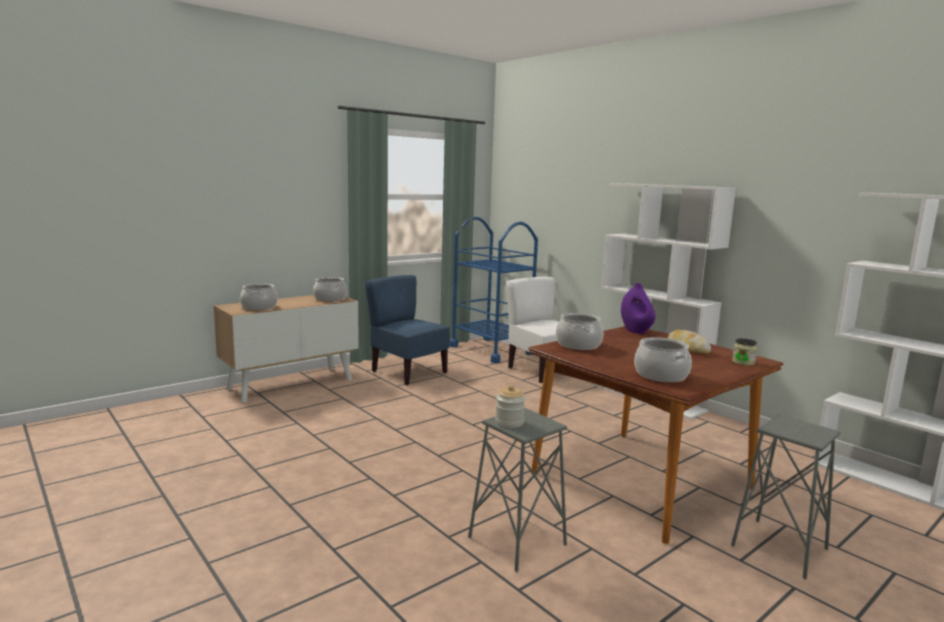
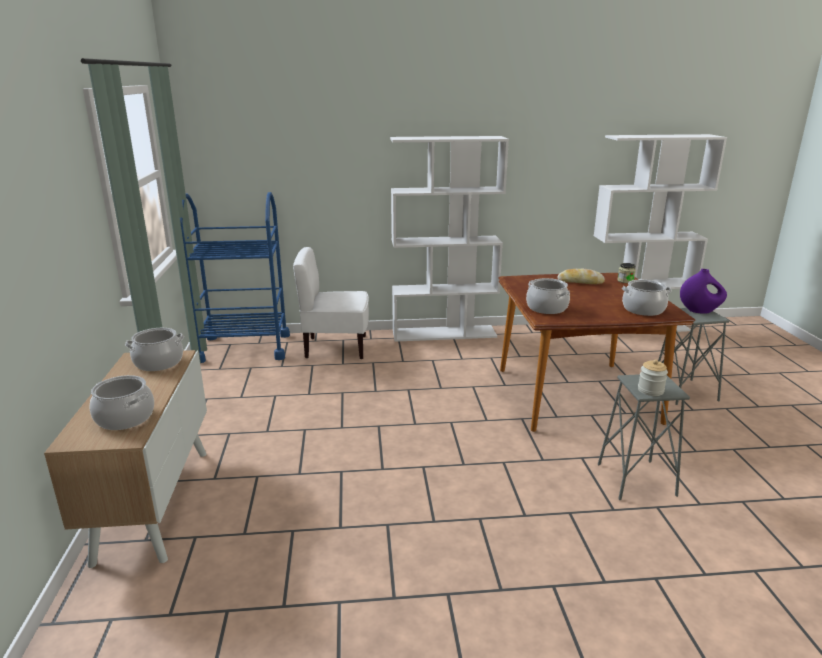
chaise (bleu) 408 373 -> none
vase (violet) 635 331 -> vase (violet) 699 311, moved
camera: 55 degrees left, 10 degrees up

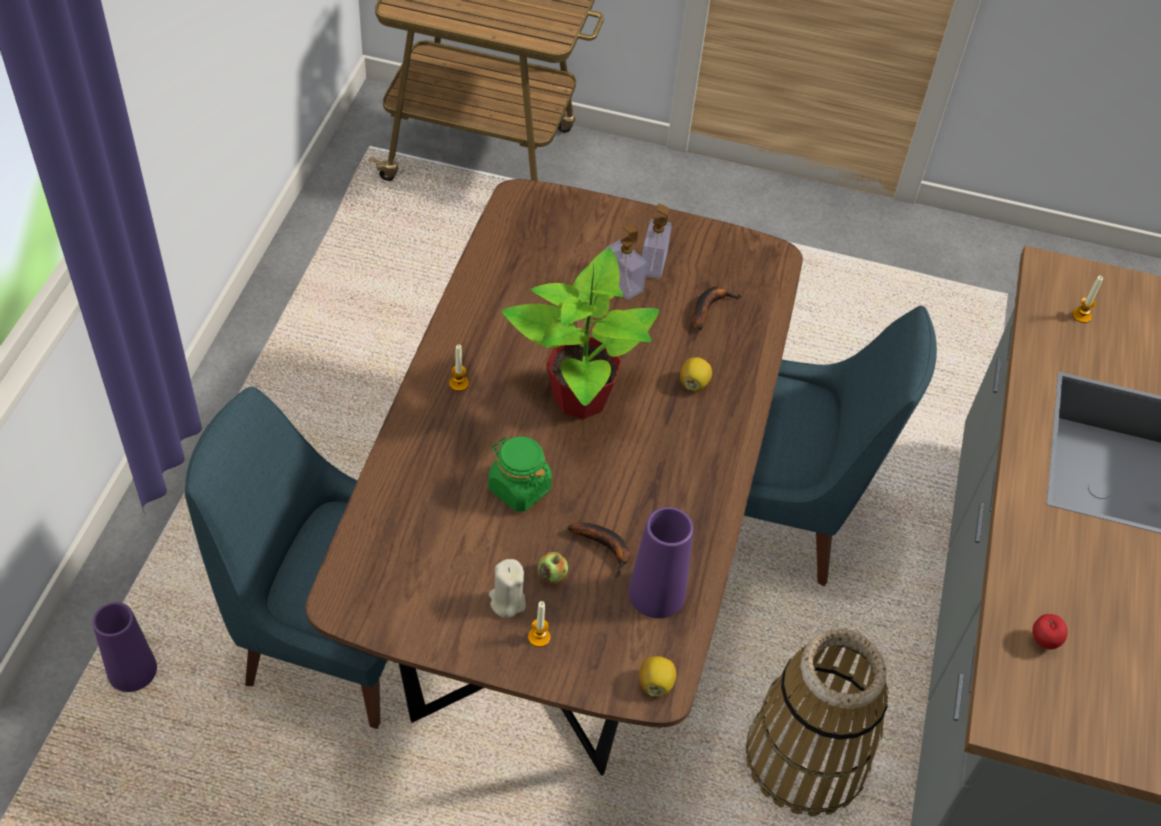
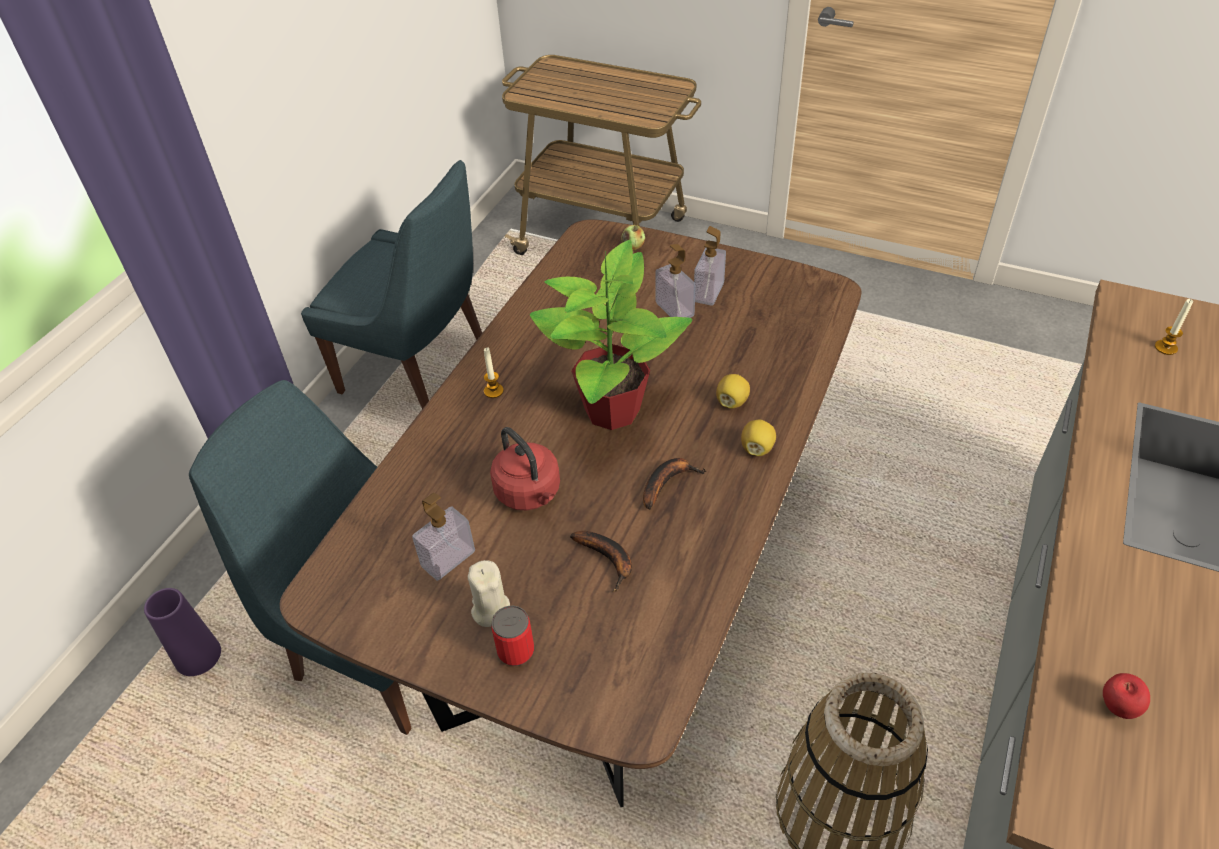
banane 709 307 -> banane 667 482, moved
chaise (bleu) 779 515 -> chaise (bleu) 419 368, moved
bocal (vert) 519 488 -> bouilloire (rouge) 530 493
vase (violet) 656 593 -> none
pomme 552 575 -> pomme 633 246, moved
bougie 539 637 -> boîte métallique 516 651
citron 656 683 -> citron 757 448, moved
none -> distributeur de savon 448 559
camera: 15 degrees right, 5 degrees down

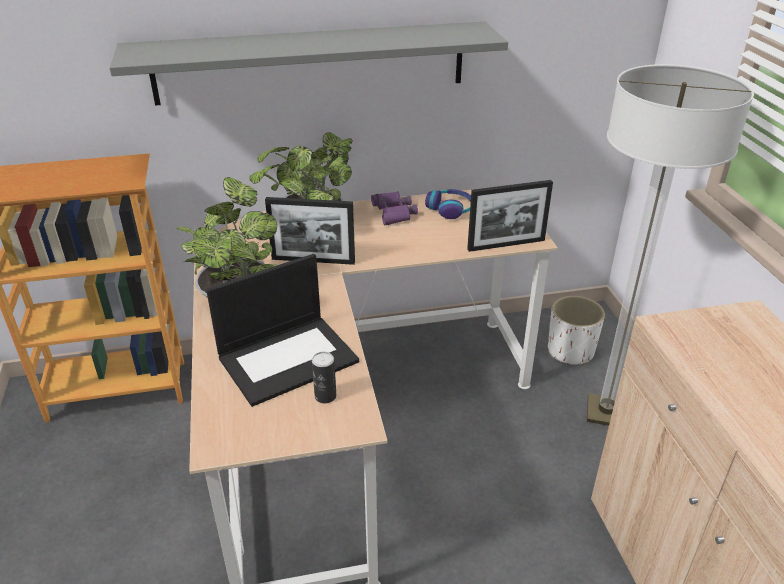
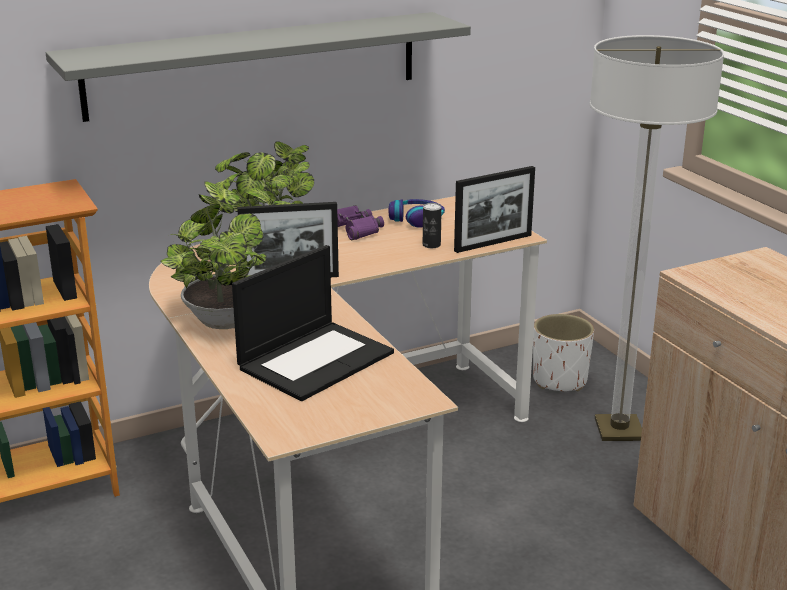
boîte métallique 325 396 -> boîte métallique 431 245, moved
camera: 15 degrees left, 10 degrees down

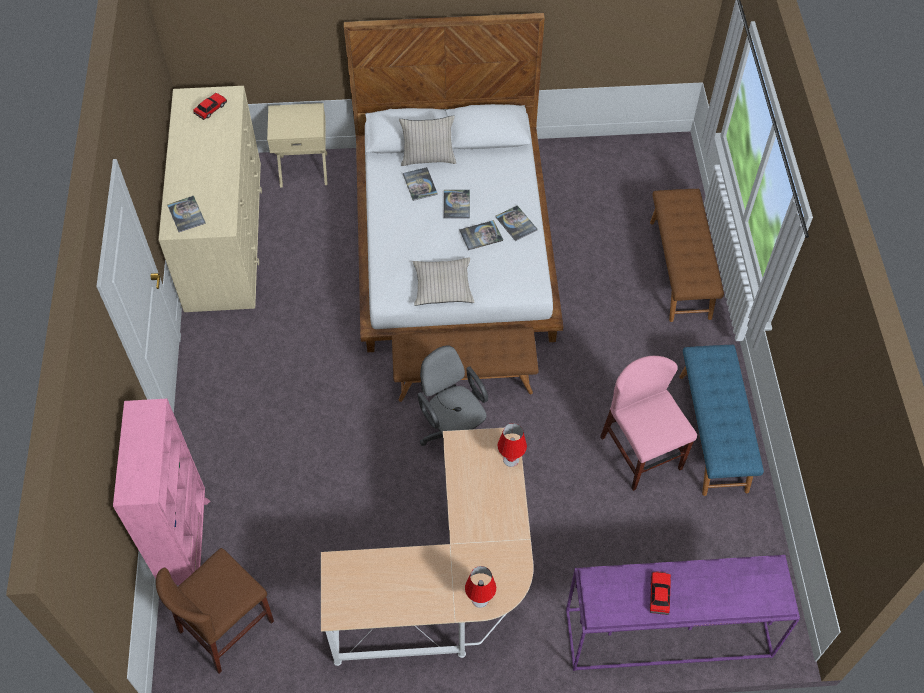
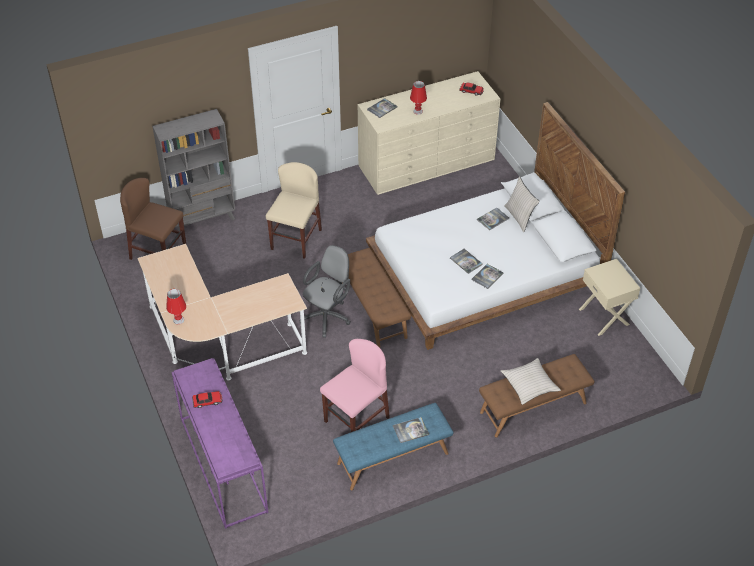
table de chevet (beige) 303 168 -> table de chevet (beige) 604 316, moved
livre 456 204 -> livre 410 430, moved
coussin (beige) 443 286 -> coussin (beige) 529 384, moved
bibliothèque (rose) 187 543 -> bibliothèque (gris) 203 220
lampe de table (rouge) 510 459 -> lampe de table (rouge) 418 111, moved
none -> chaise (beige) 296 239
camera: 70 degrees right, 10 degrees down

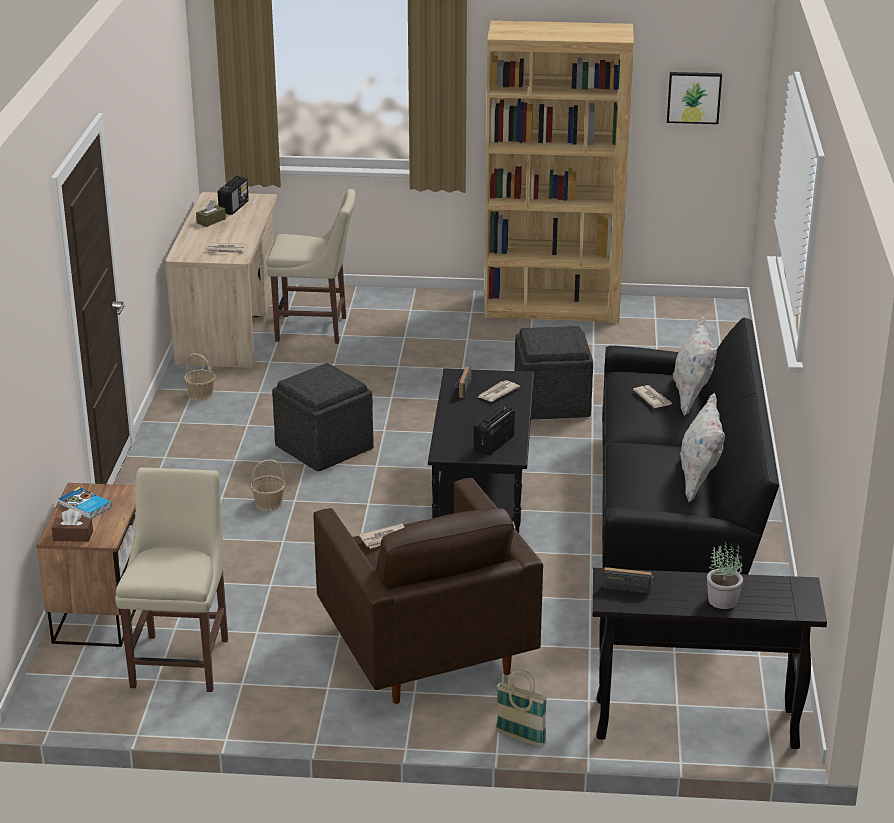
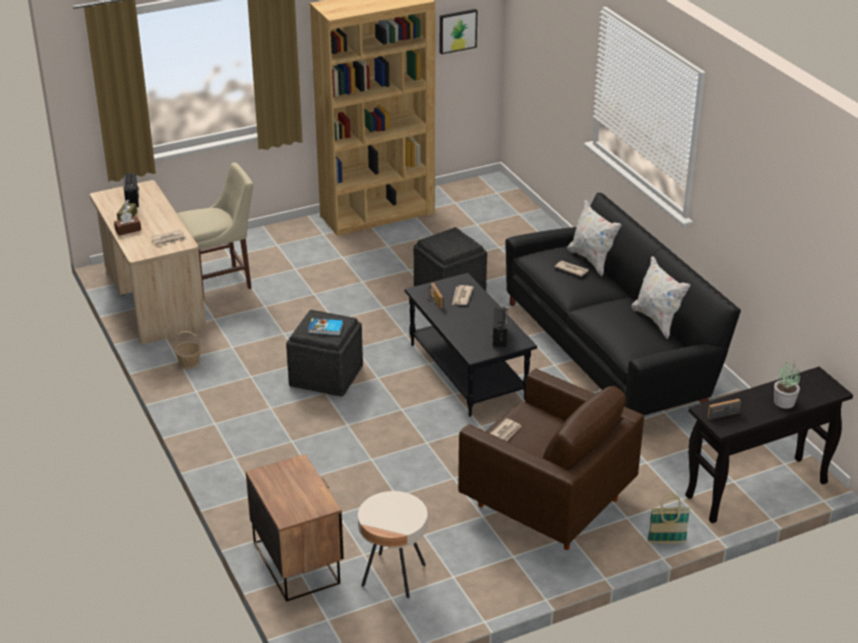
panier 268 503 -> none
chaise (beige) 182 659 -> table d'appoint (beige) 393 575
livre 84 506 -> livre 326 329, moved
boîte à mouchoirs (marron) 73 536 -> boîte à mouchoirs (marron) 128 230, moved
camera: 30 degrees left, 5 degrees up

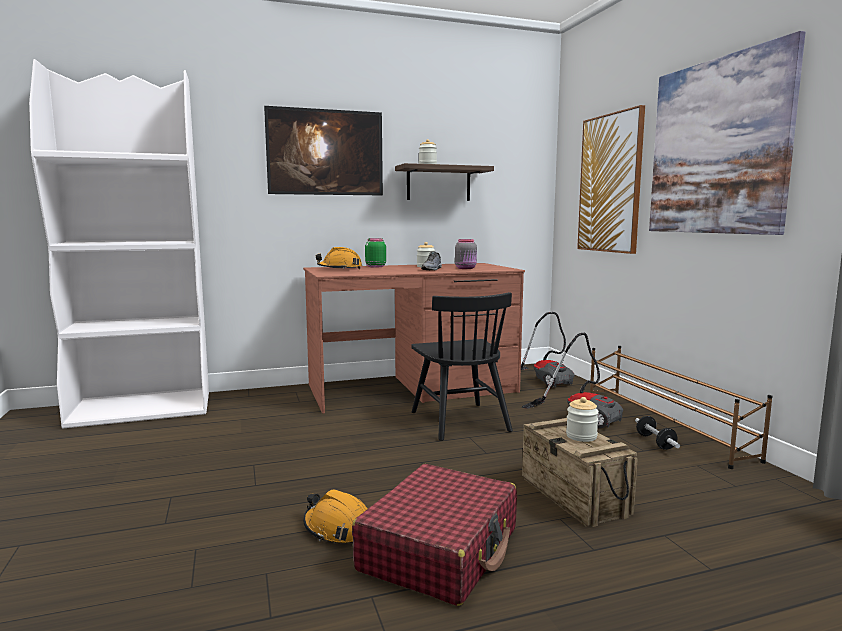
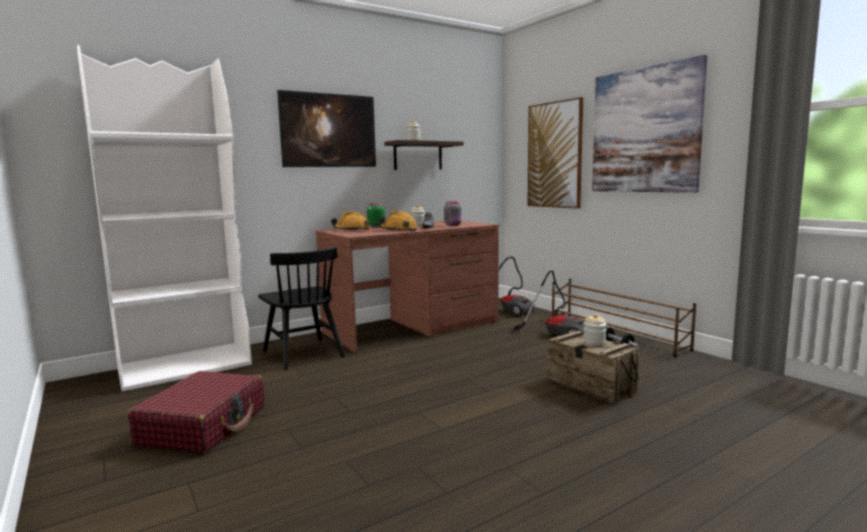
chaise (noir) 459 421 -> chaise (noir) 303 353, moved
valise (rouge) 440 549 -> valise (rouge) 204 425, moved
casque de chantier (orange) 338 529 -> casque de chantier (orange) 398 230, moved
camera: 15 degrees left, 0 degrees up

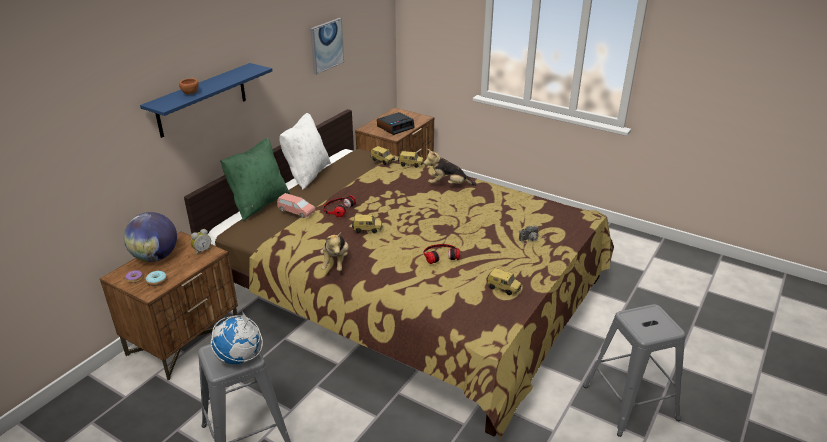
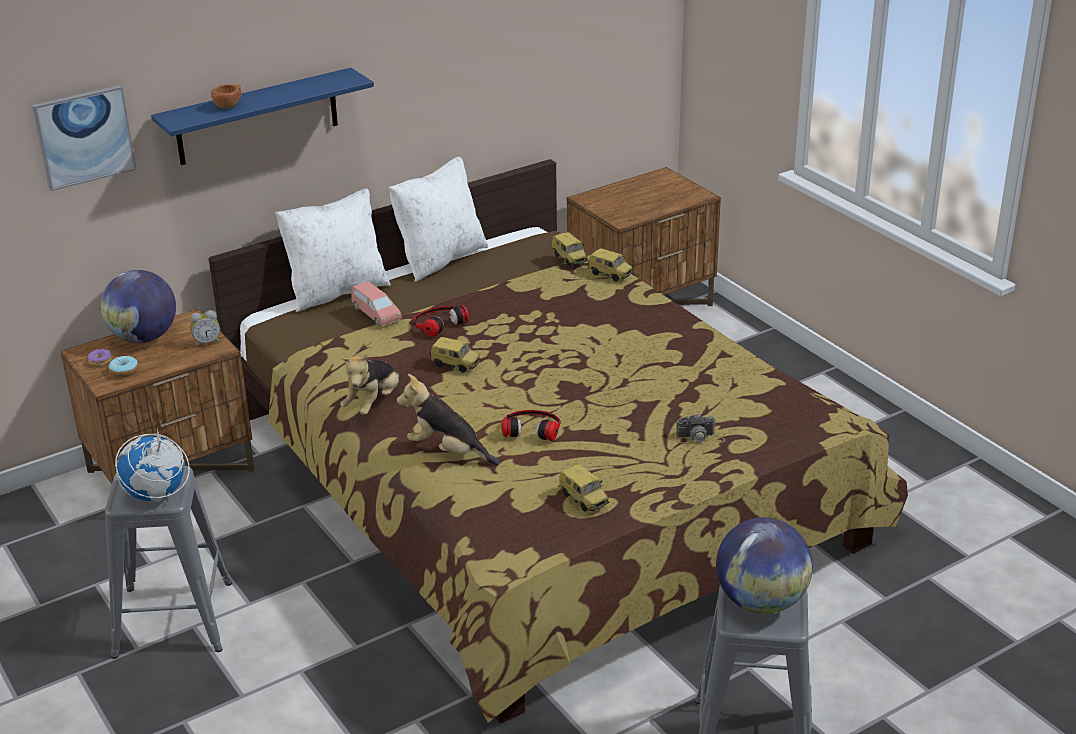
tableau 326 45 -> tableau 84 137, moved
réveil 395 127 -> none
coussin (vert) 259 204 -> coussin (blanc) 336 291
peluche 448 185 -> peluche 448 451, moved
none -> globe 761 602
camera: 25 degrees right, 0 degrees up

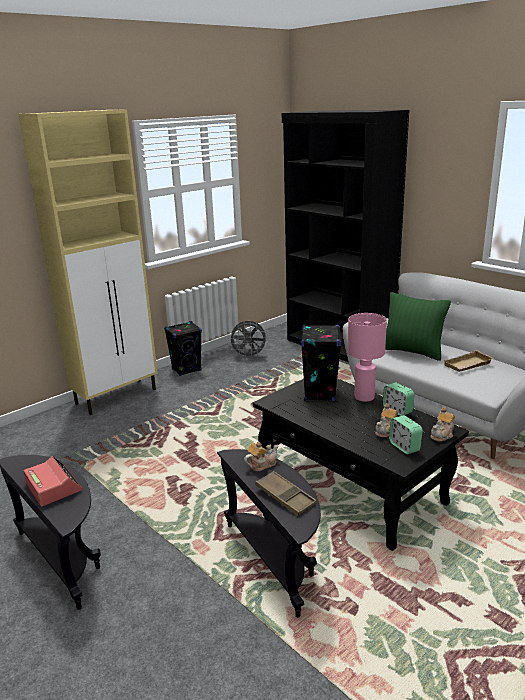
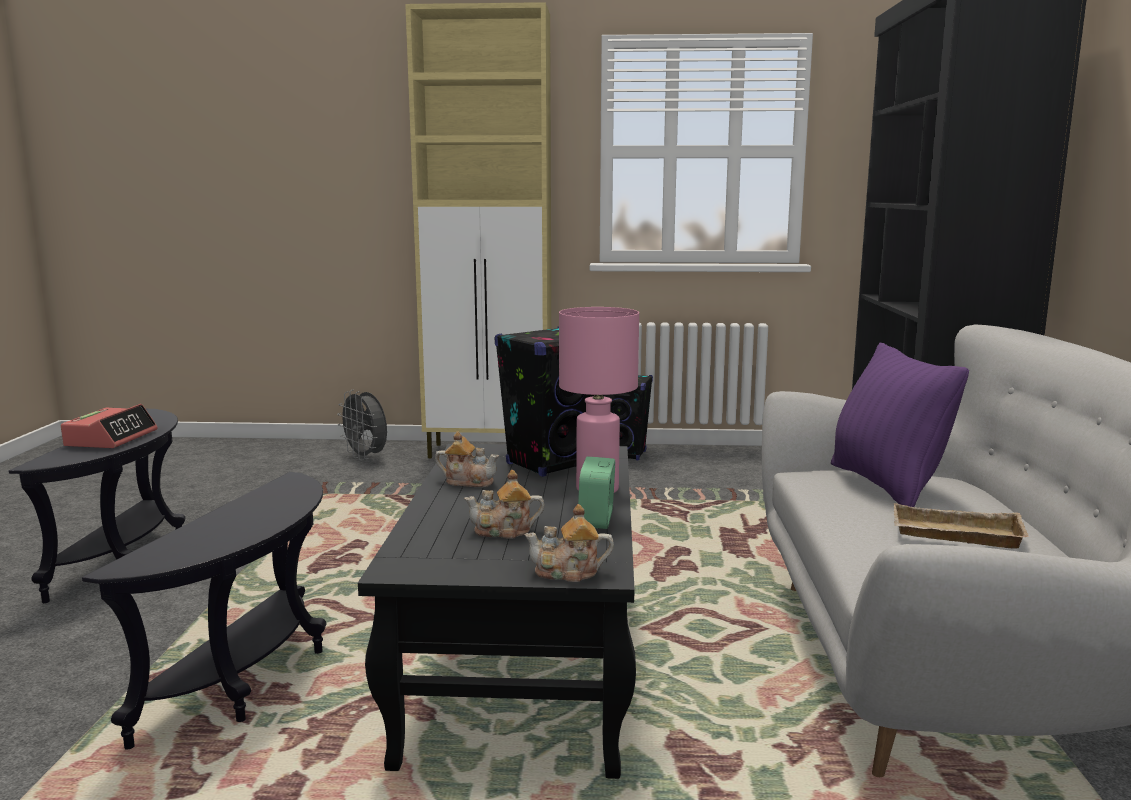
coussin (vert) 412 352 -> coussin (violet) 886 485
ventilateur (gris) 249 356 -> ventilateur (gris) 366 457, moved
réveil 404 447 -> none
théière 261 464 -> théière 468 481, moved
plateau (marron) 285 497 -> none
camera: 45 degrees right, 10 degrees down

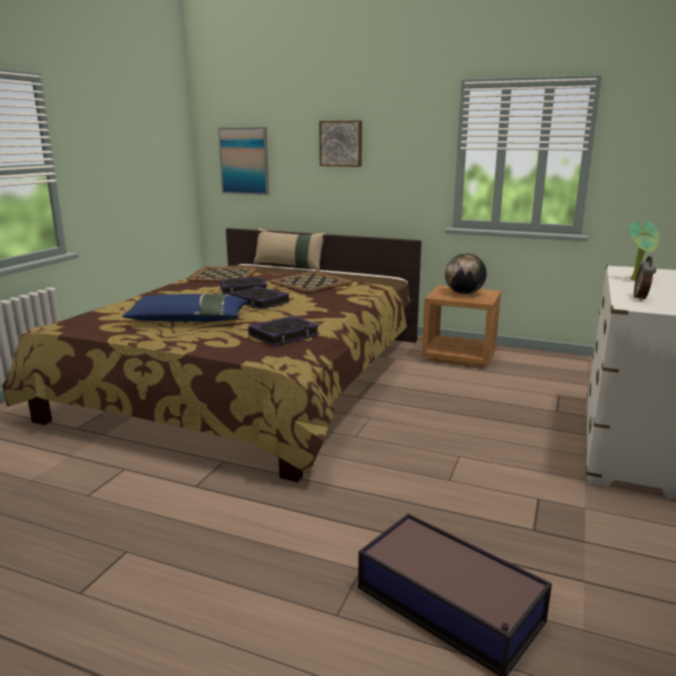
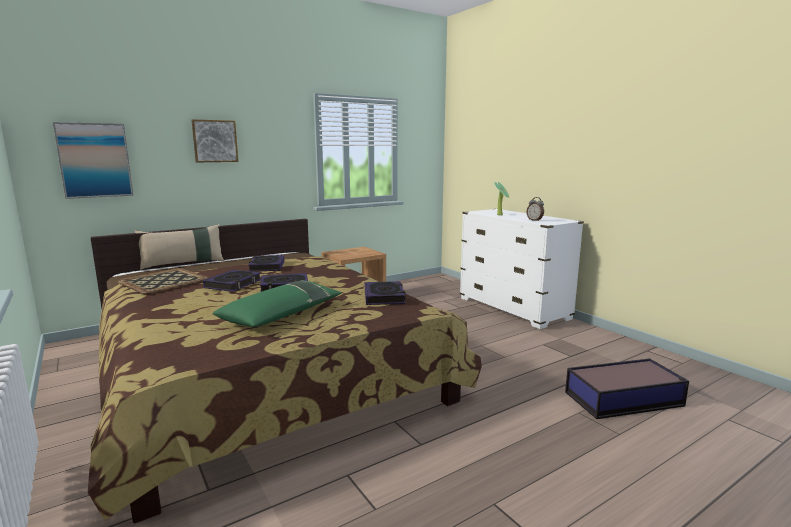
globe 464 293 -> none
plateau 310 283 -> livre 267 266
coussin (bleu) 188 320 -> coussin (vert) 282 314
camera: 55 degrees left, 5 degrees down

